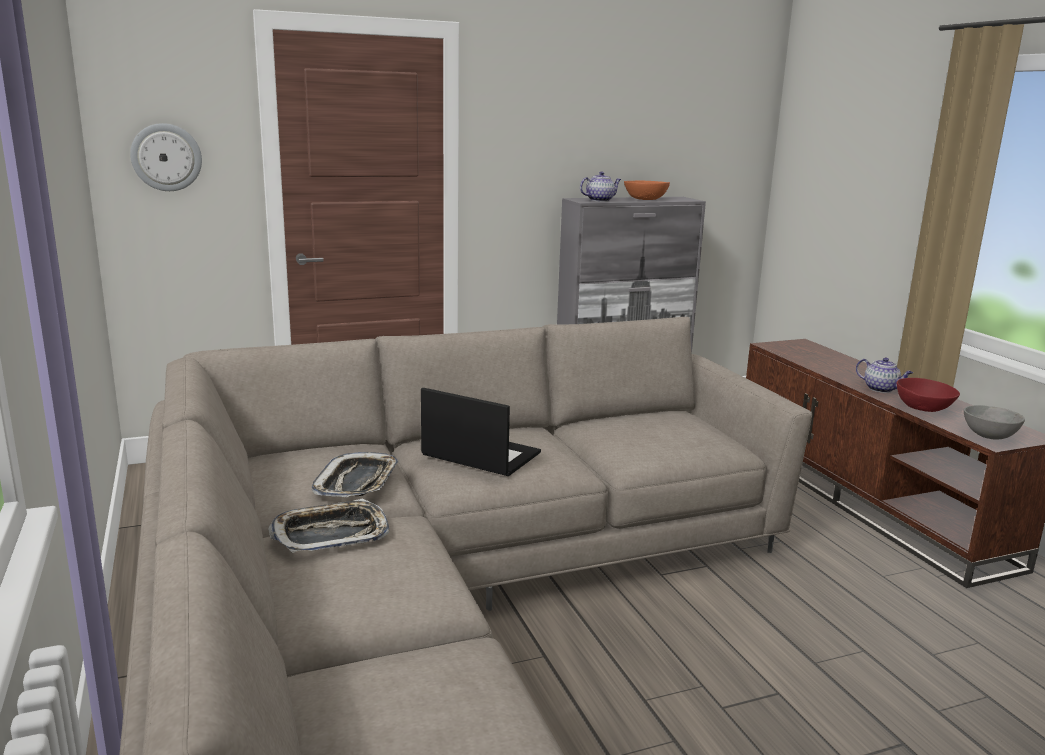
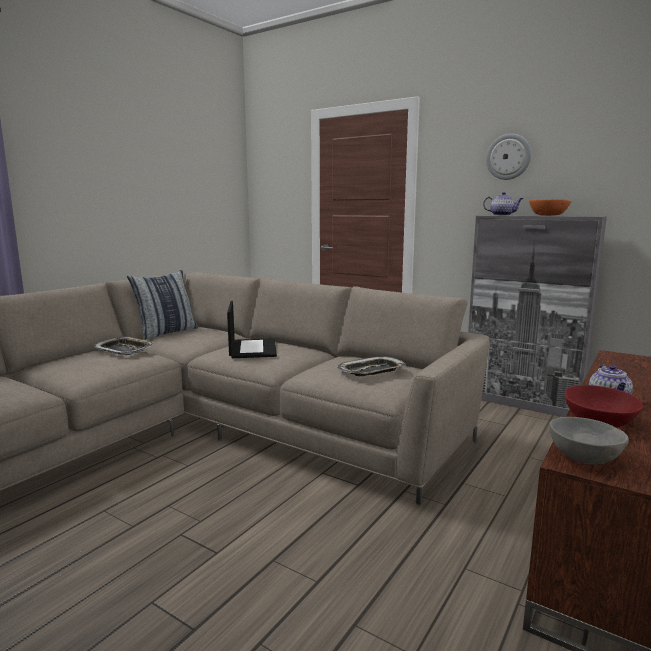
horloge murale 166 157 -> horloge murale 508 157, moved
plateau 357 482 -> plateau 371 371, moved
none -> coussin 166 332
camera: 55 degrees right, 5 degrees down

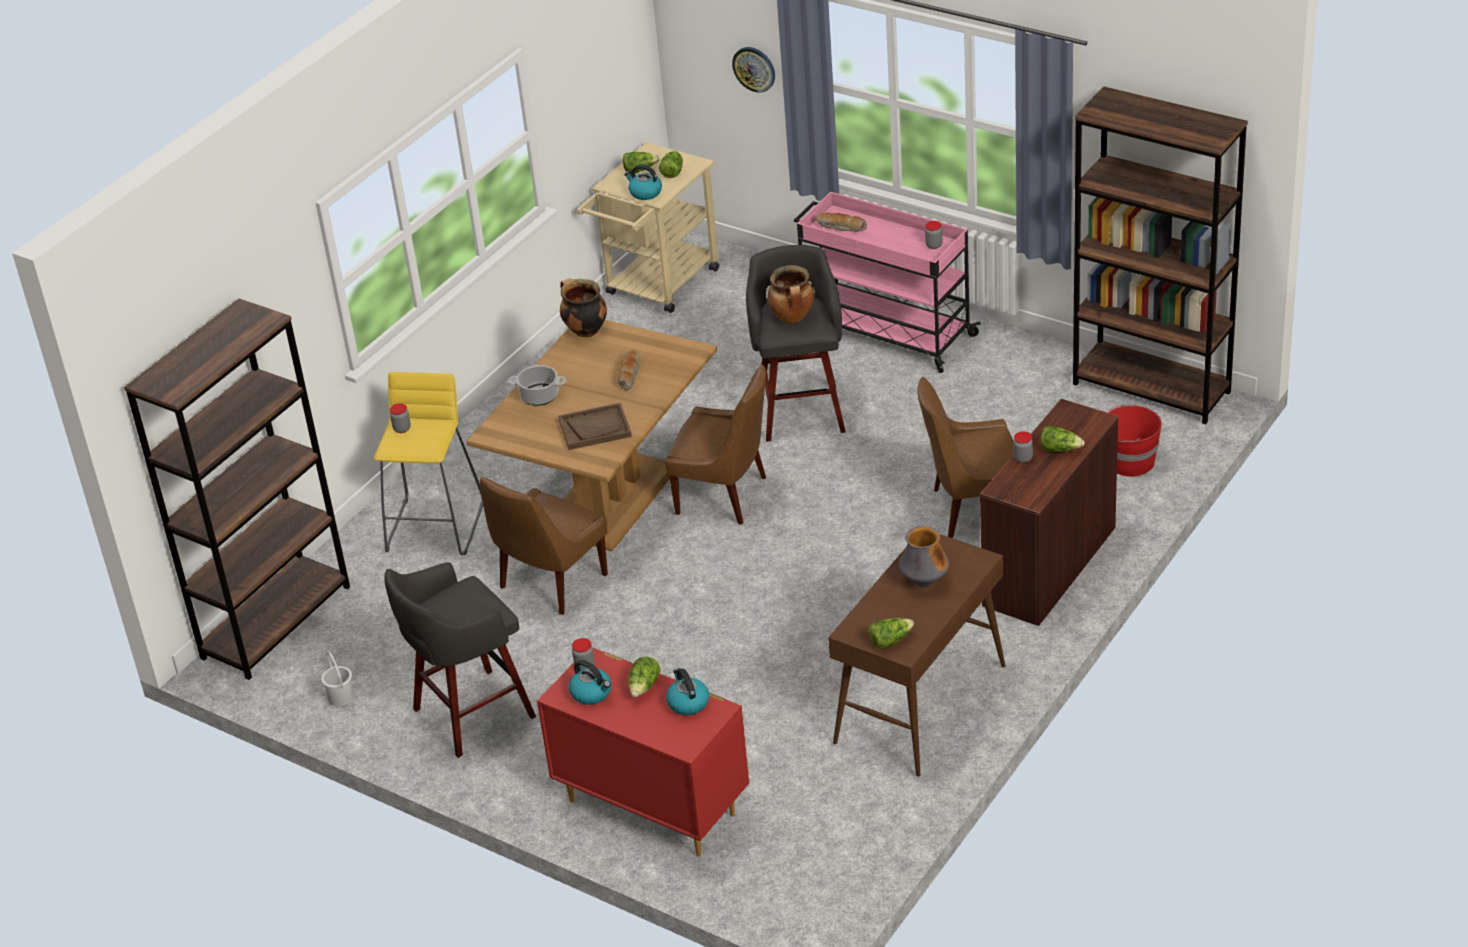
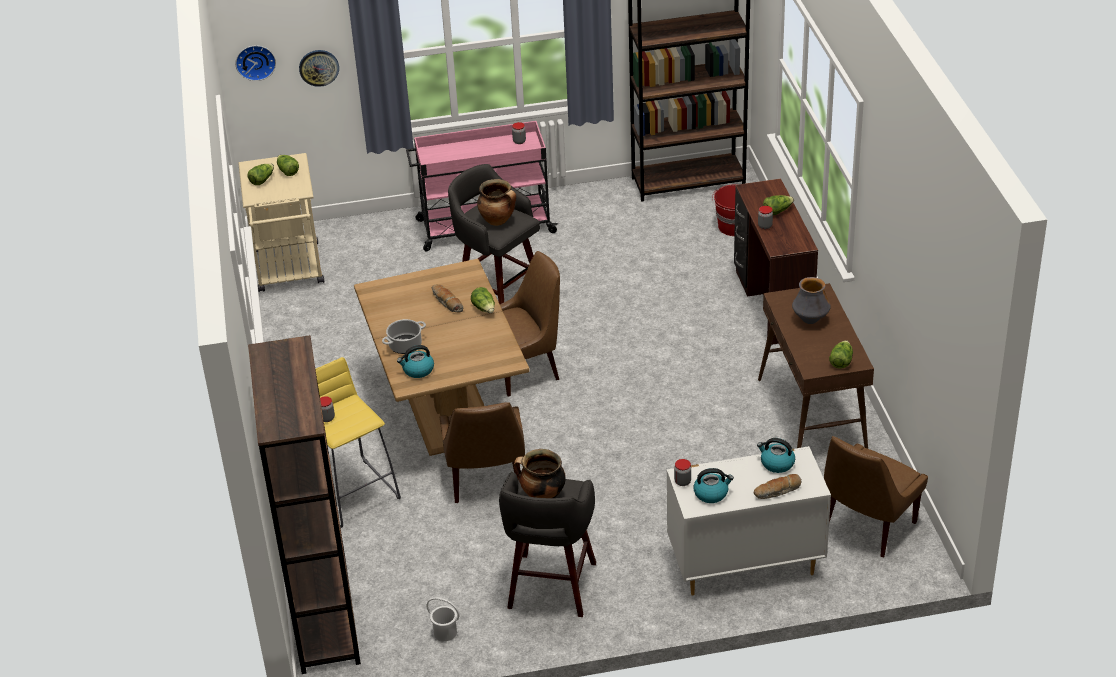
bouilloire 645 193 -> bouilloire 418 370, moved
pain 841 227 -> pain 778 491, moved
marmite 584 330 -> marmite 542 496, moved
chaise (marron) 971 509 -> chaise (marron) 867 527, moved
plateau (marron) 595 428 -> none
commode (rouge) 651 806 -> commode (blanc) 744 565
laitue 644 687 -> laitue 484 308, moved
none -> horloge murale 255 61
camera: 45 degrees left, 0 degrees up

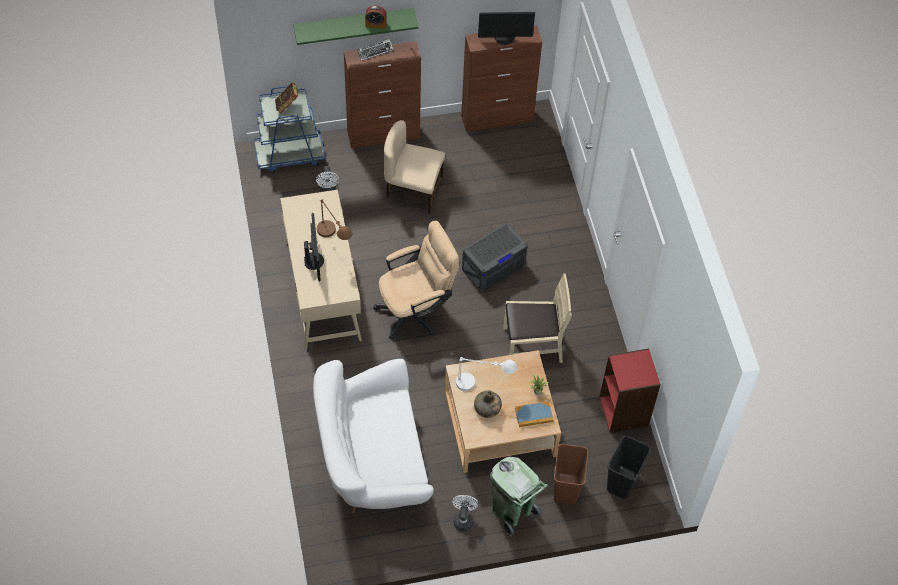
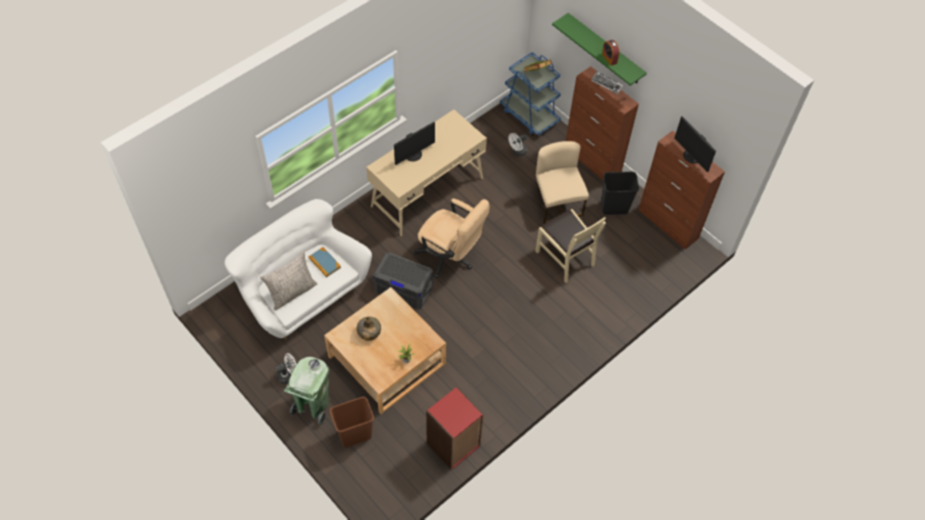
lampe de table (marron) 334 241 -> none
boîte de rangement (gris) 493 266 -> boîte de rangement (gris) 404 288, moved
chaise (beige) 532 345 -> chaise (beige) 565 257, moved
lampe de table (blanc) 482 385 -> none
livre 534 415 -> livre 324 263, moved
poubelle (noir) 622 483 -> poubelle (noir) 614 208, moved
none -> coussin (gris) 292 292
camera: 60 degrees right, 0 degrees up

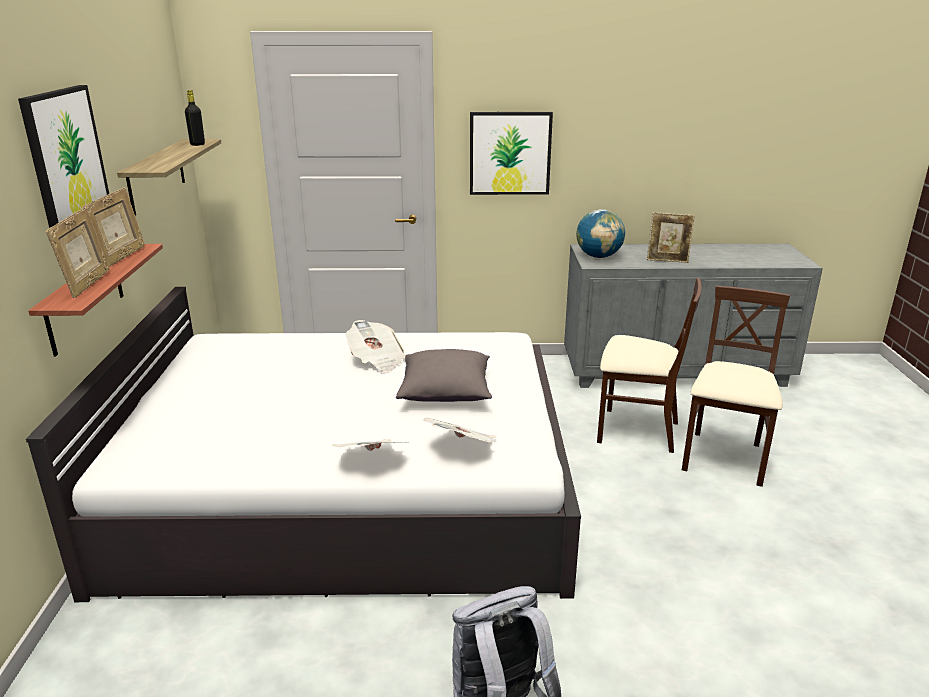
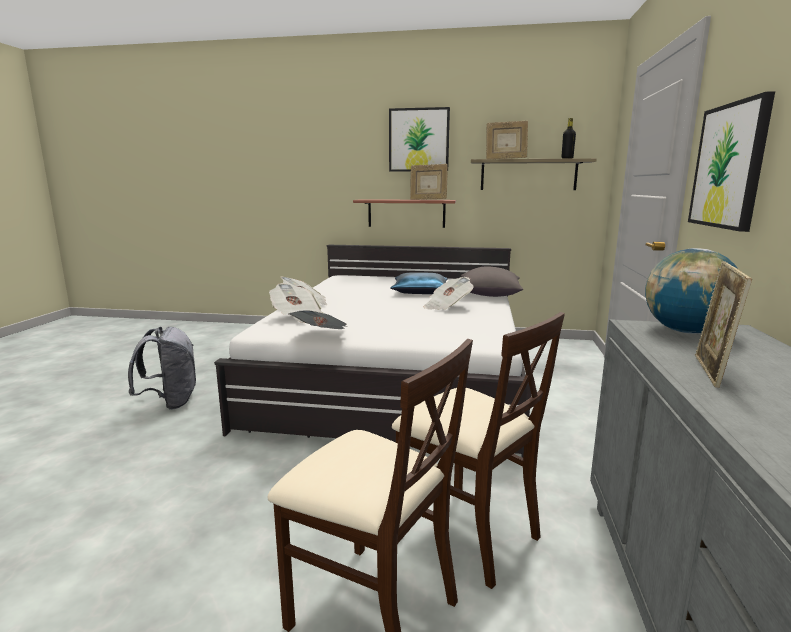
cadre photo 87 285 -> cadre photo 505 159, moved
chaise (beige) 636 431 -> chaise (beige) 467 533, 75 degrees counterclockwise
coussin (gris) 446 393 -> coussin (gris) 489 295, moved
none -> coussin (bleu) 421 292
none -> journal 321 336
camera: 100 degrees right, 10 degrees down

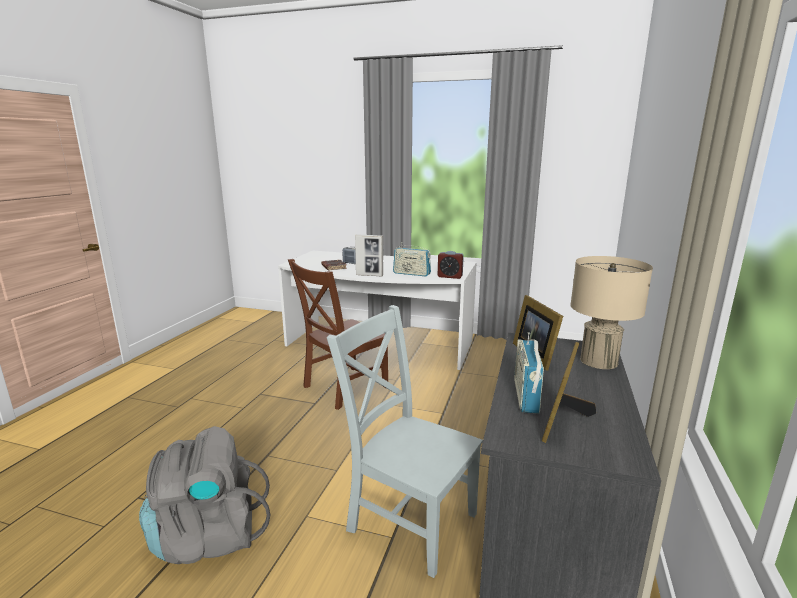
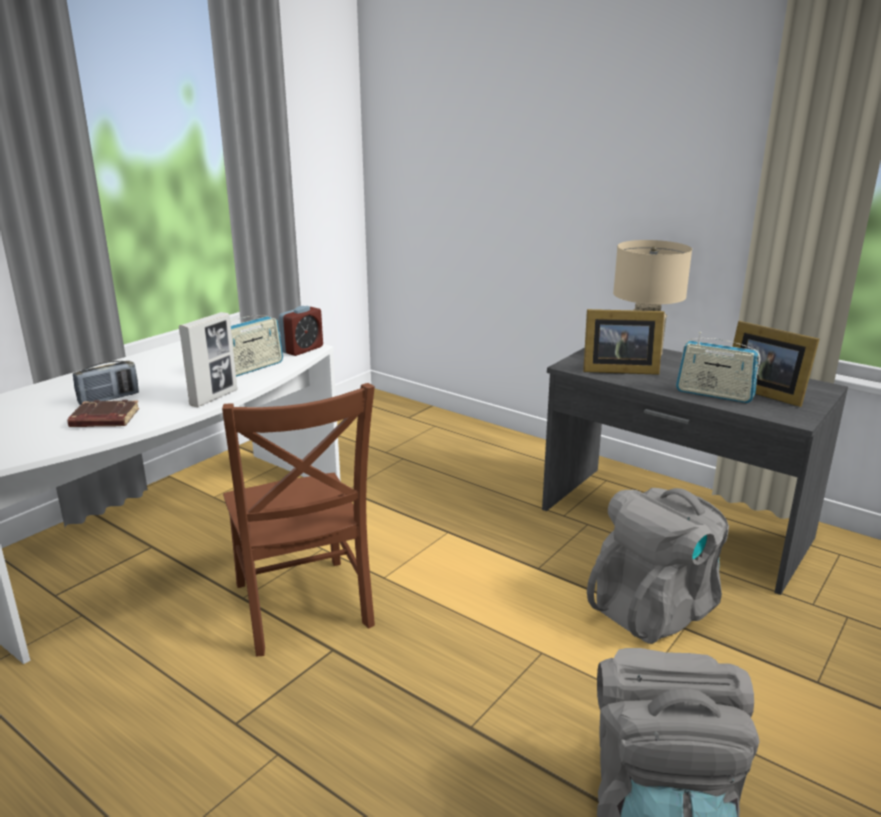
chaise (gris) 408 518 -> sac à dos (gris) 655 609
camera: 70 degrees left, 5 degrees up

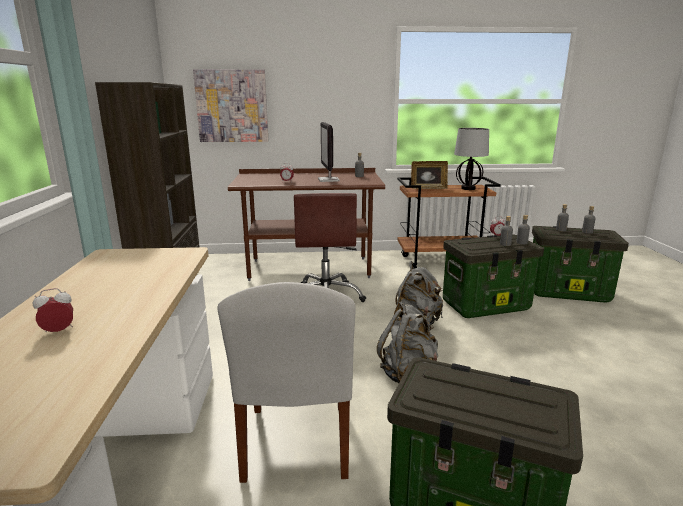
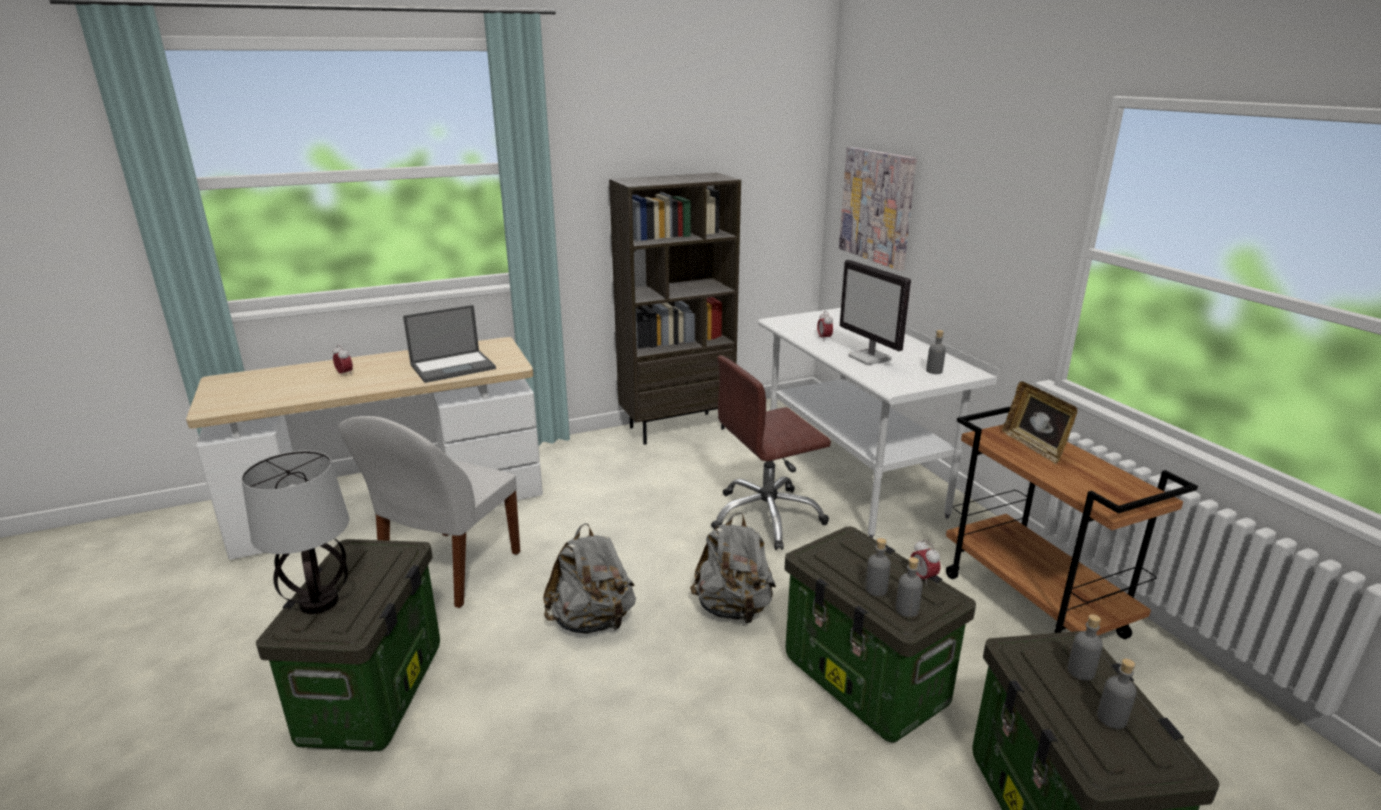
écran d'ordinateur 329 180 -> écran d'ordinateur 870 358, 90 degrees counterclockwise
lampe de table 467 188 -> lampe de table 318 602, moved
bureau (marron) 309 269 -> bureau (blanc) 853 481
chaise (blanc) 296 444 -> chaise (blanc) 449 570, 45 degrees counterclockwise
none -> ordinateur portable 454 366
camera: 70 degrees right, 5 degrees up

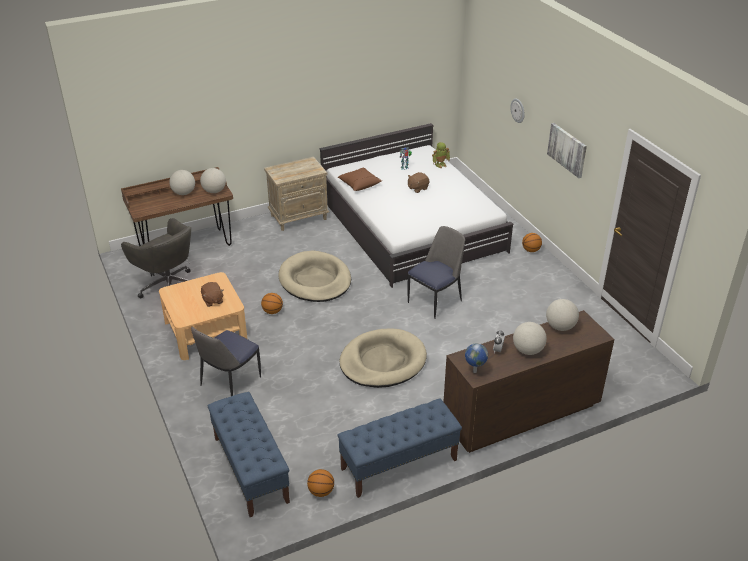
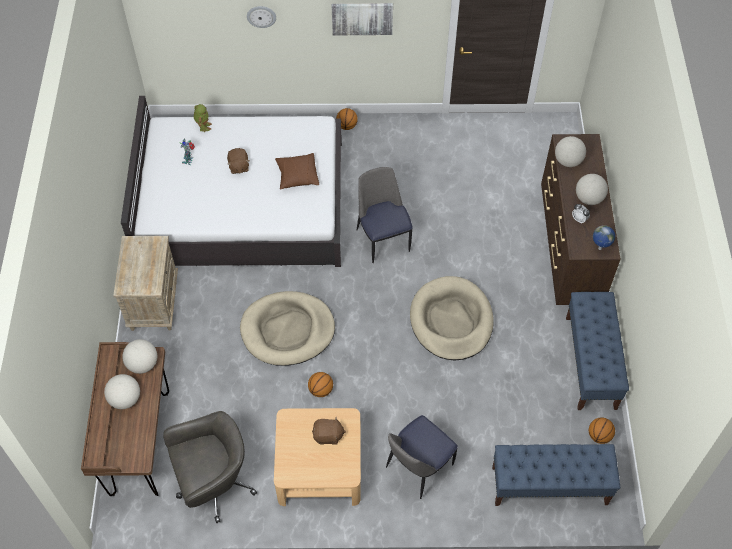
coussin (marron) 359 184 -> coussin (marron) 297 176, moved
chaise 229 383 -> chaise 418 468, 75 degrees clockwise
camera: 65 degrees left, 20 degrees up

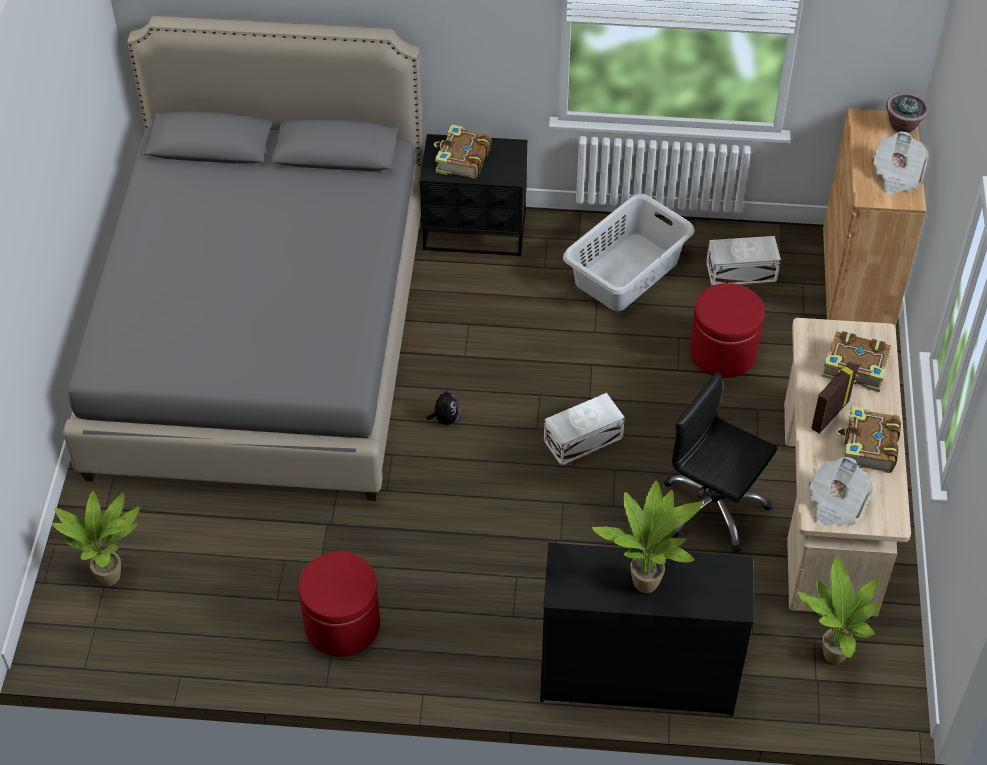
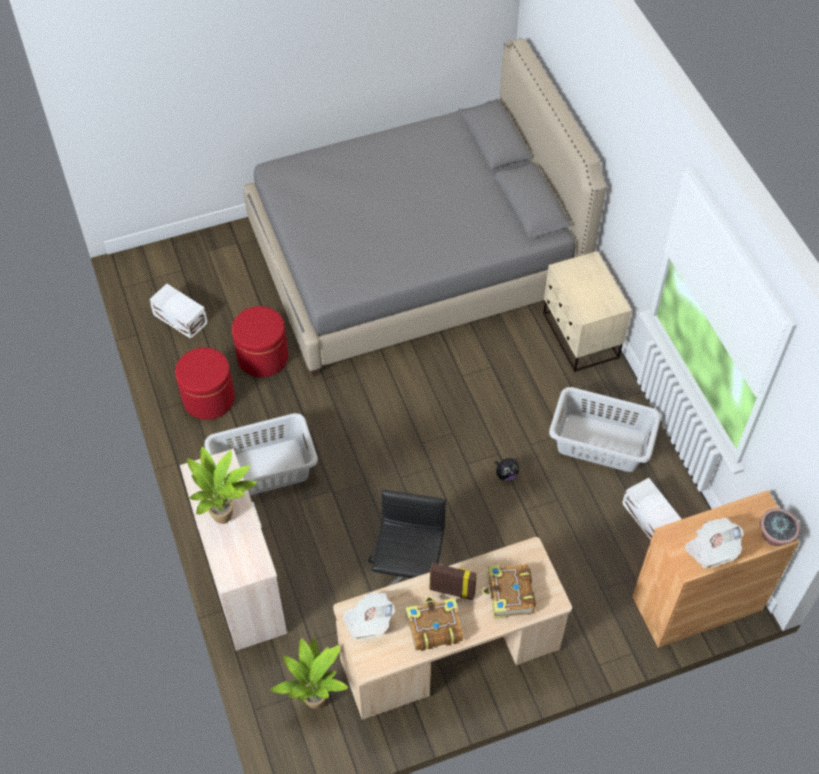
livre 462 160 -> none
table de chevet (noir) 475 232 -> table de chevet (beige) 580 336
pouf (rouge) 722 353 -> pouf (rouge) 262 357, moved
peluche 445 419 -> peluche 506 474, moved
boîte de rangement (blanc) 581 439 -> boîte de rangement (blanc) 180 318, moved
plante en pot 112 576 -> none
commode (noir) 637 676 -> commode (beige) 242 580
none -> panier à linge (gris) 263 469
camera: 65 degrees right, 5 degrees up

